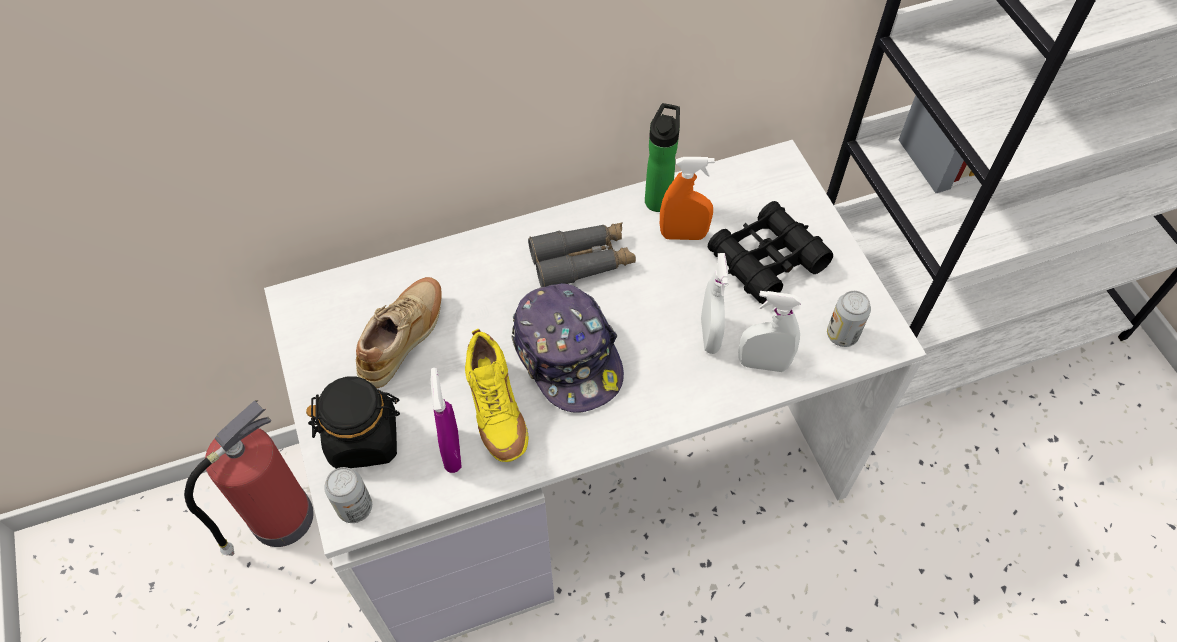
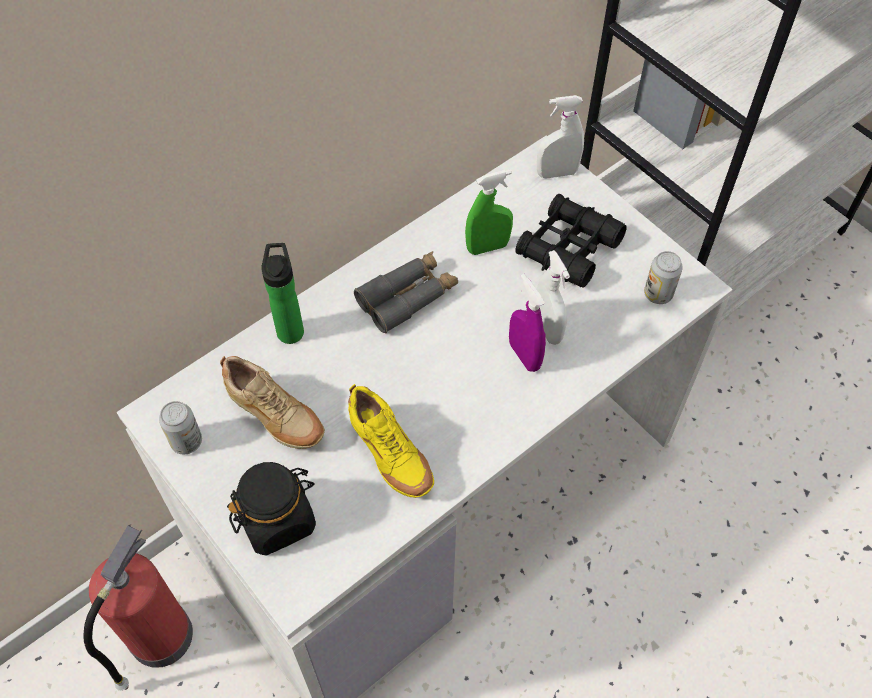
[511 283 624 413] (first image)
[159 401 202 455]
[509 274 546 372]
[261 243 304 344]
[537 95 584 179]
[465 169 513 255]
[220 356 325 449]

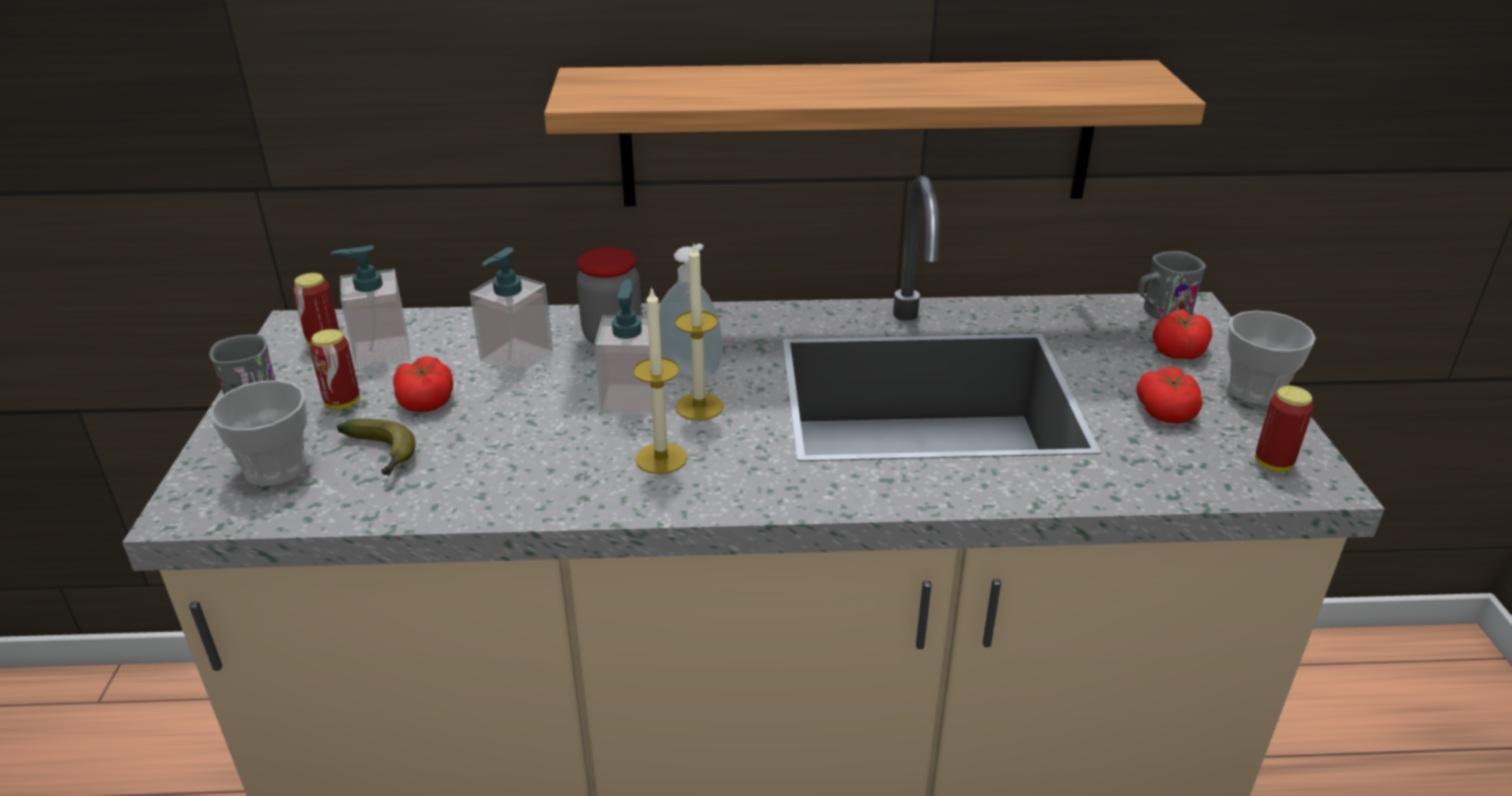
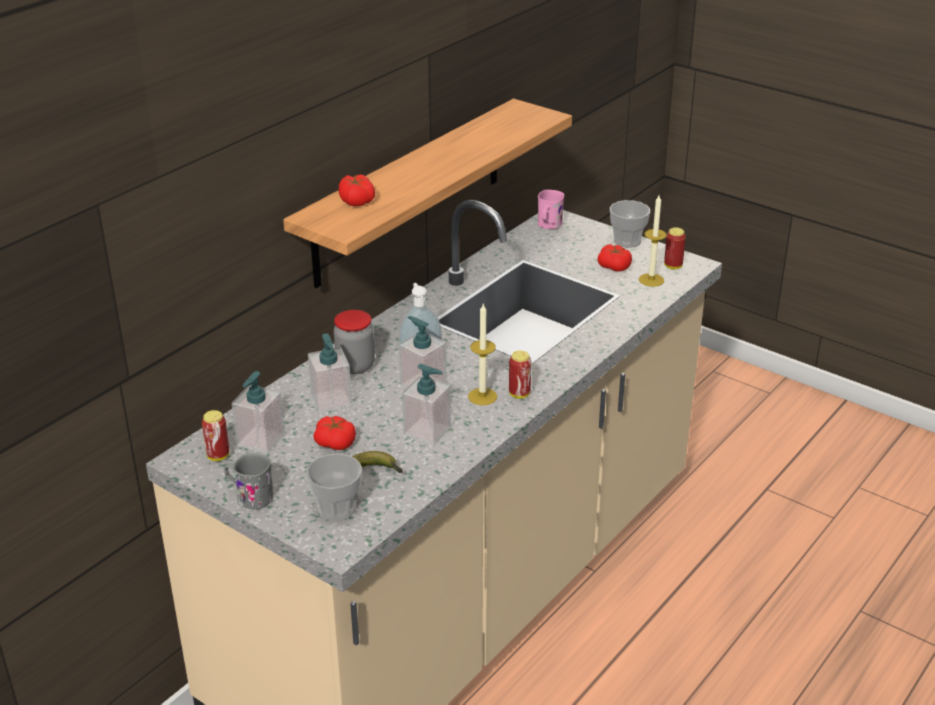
[402 364 451 445]
[509 351 531 399]
[639 195 667 287]
[339 174 375 206]
[538 190 564 229]

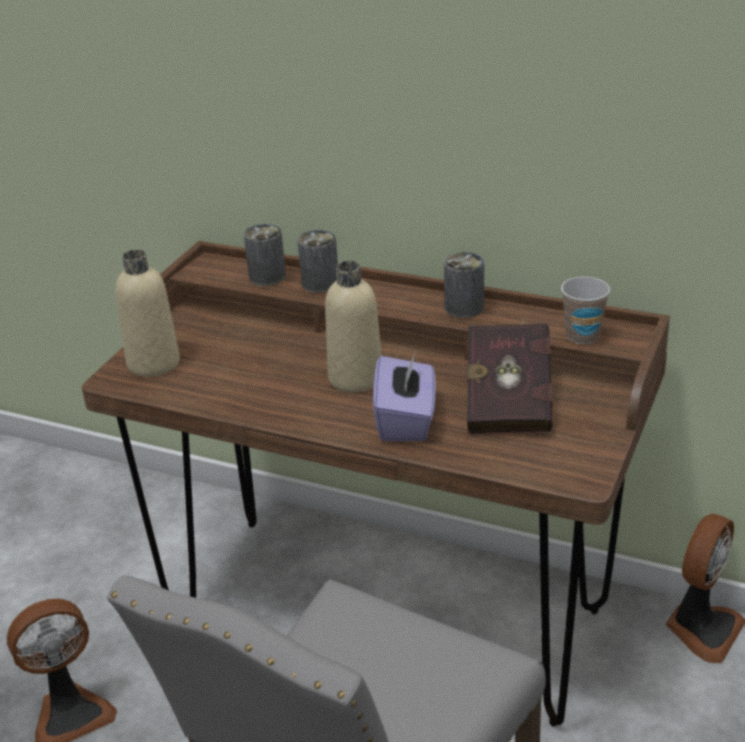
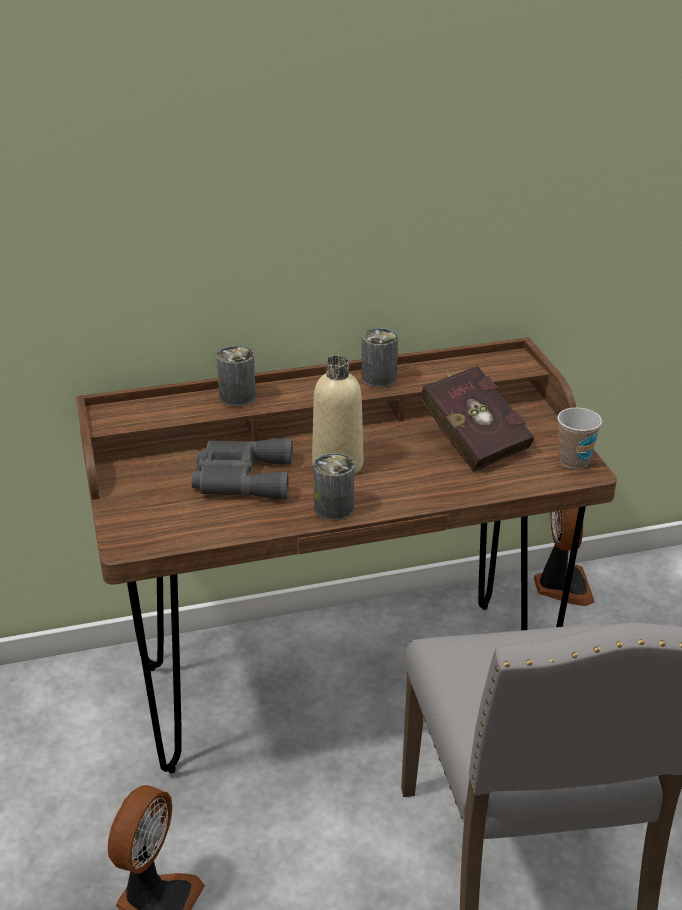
[116 249 180 377] (first image)
[373 353 436 441] (first image)
[192 438 293 499]
[313 453 354 521]
[557 408 602 469]

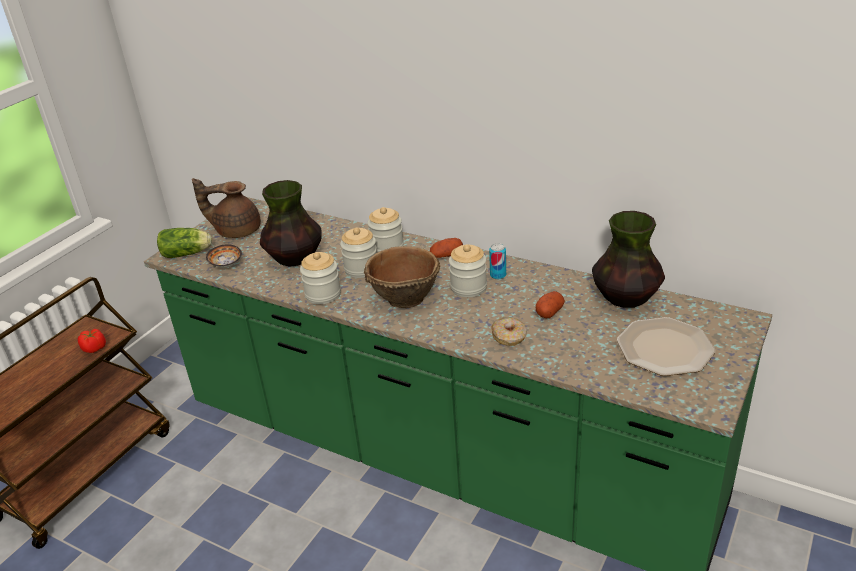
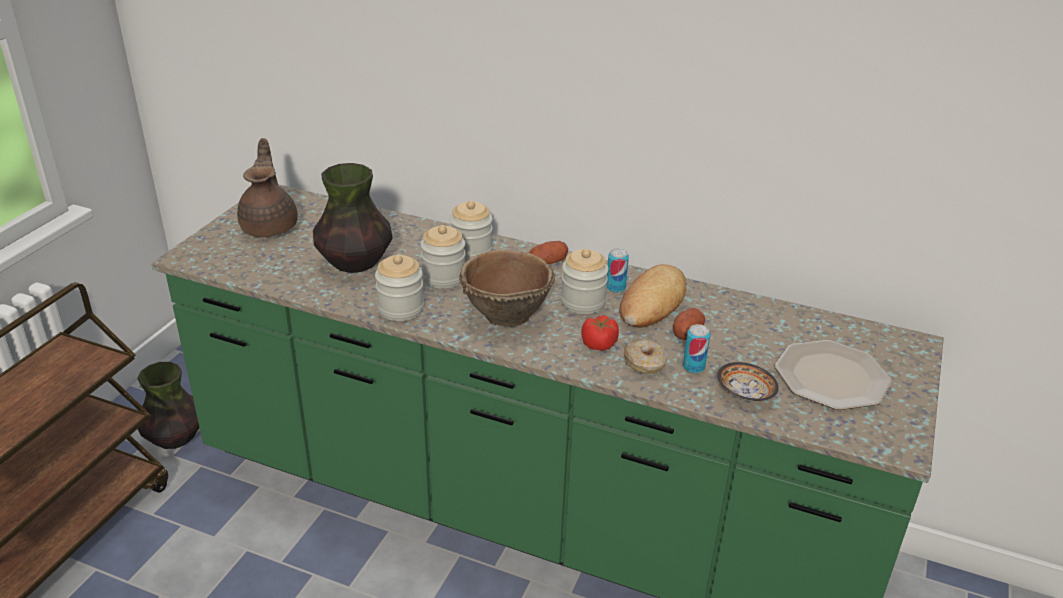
[157 228 212 258] (first image)
[619 264 686 328]
[683 324 710 373]
[581 315 619 351]
[717 362 779 401]
[137 362 199 449]
[237 138 298 237]

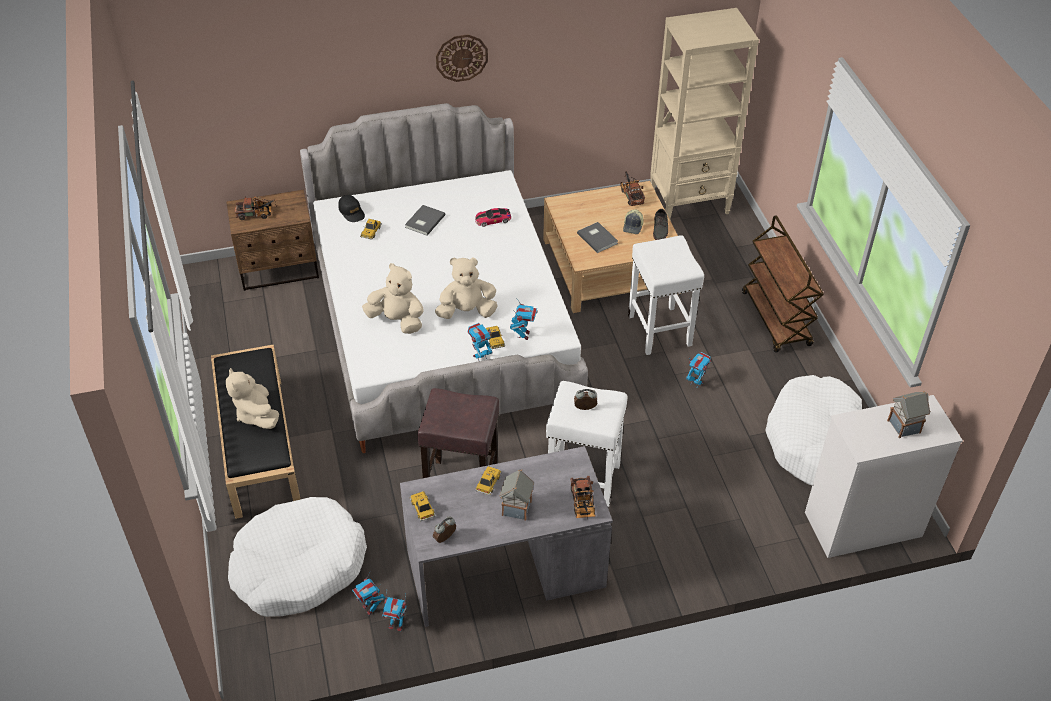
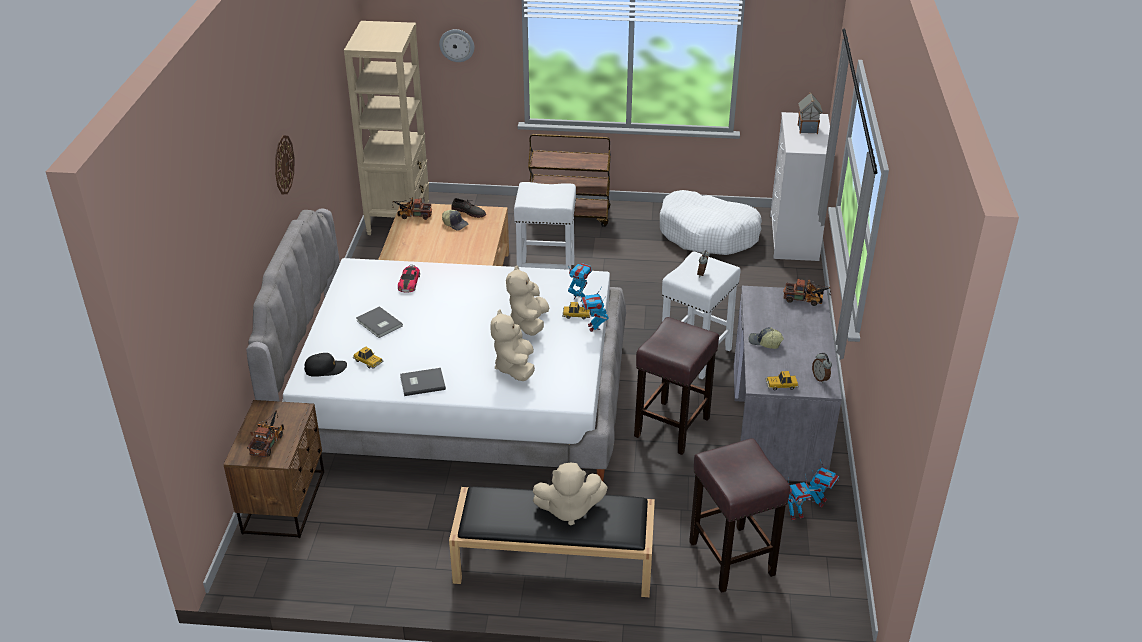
[499 470 534 521] (first image)
[686 352 711 388] (first image)
[439 29 474 62]
[400 368 446 396]
[689 438 790 593]
[748 327 784 349]
[490 310 535 381]

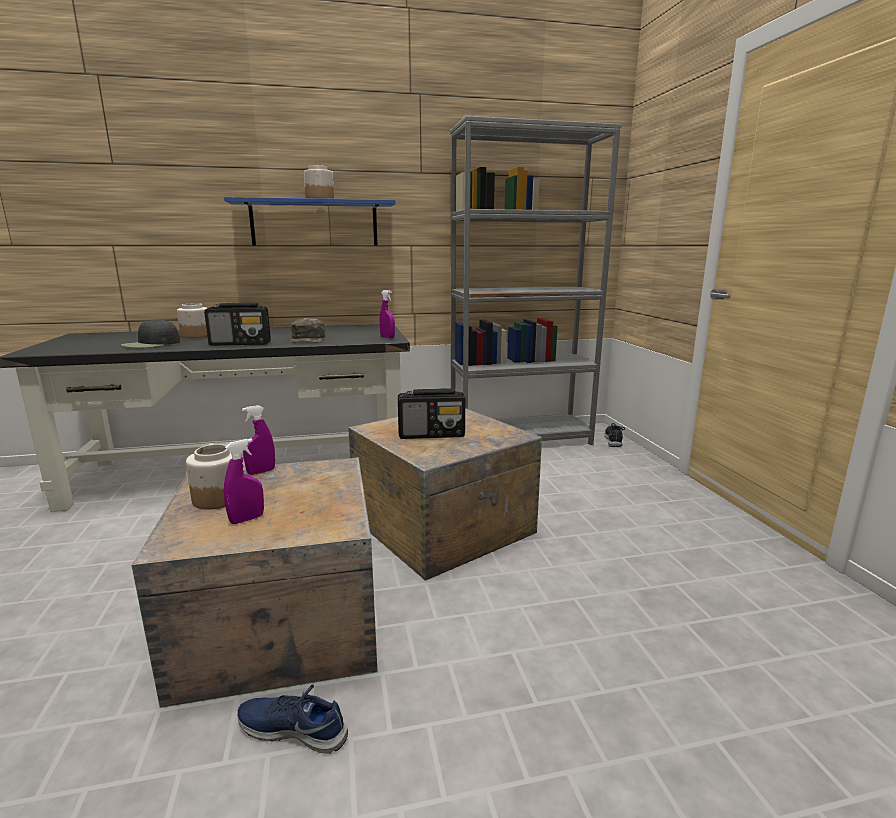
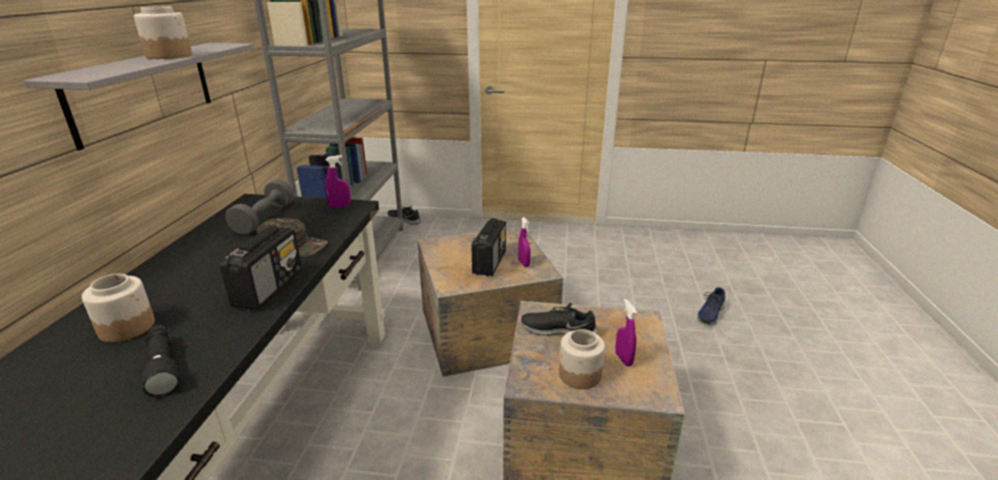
[225 179 294 235]
[521 303 598 336]
[697 287 725 325]
[518 217 531 267]
[142 324 180 398]
[24 43 254 150]

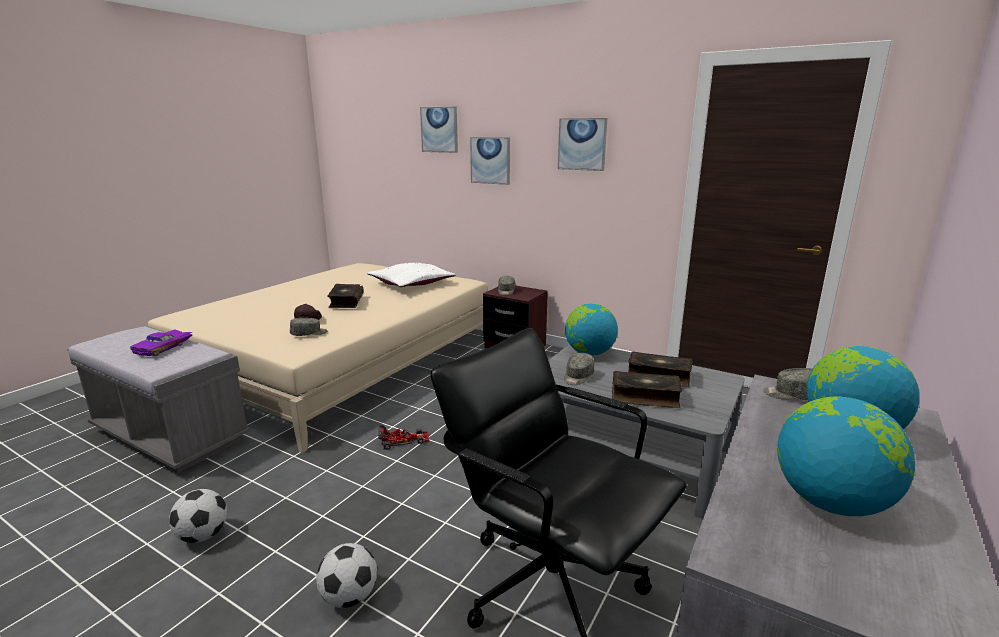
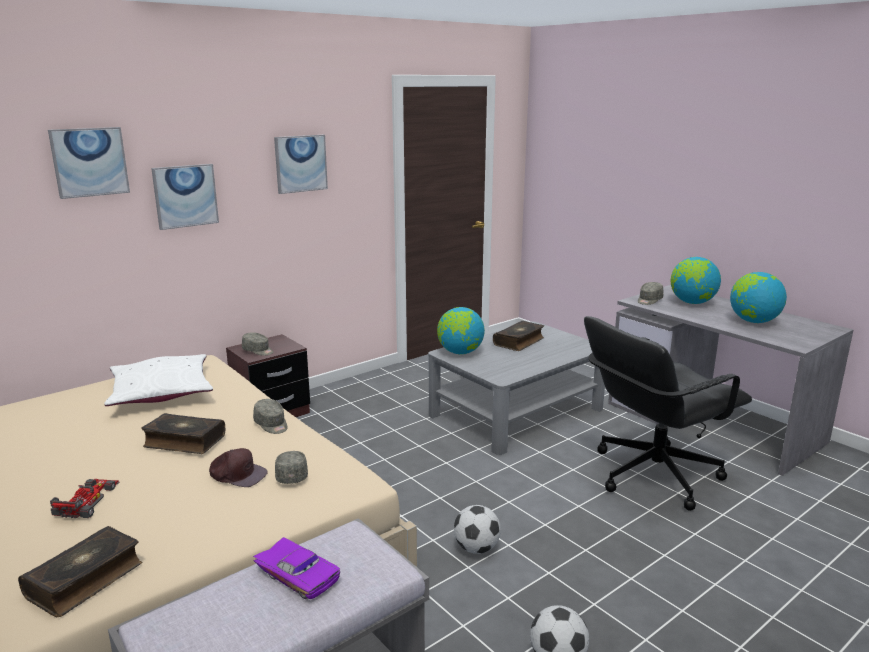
[454 505 501 554]
[50 479 119 519]
[253 399 288 434]
[18 526 142 617]

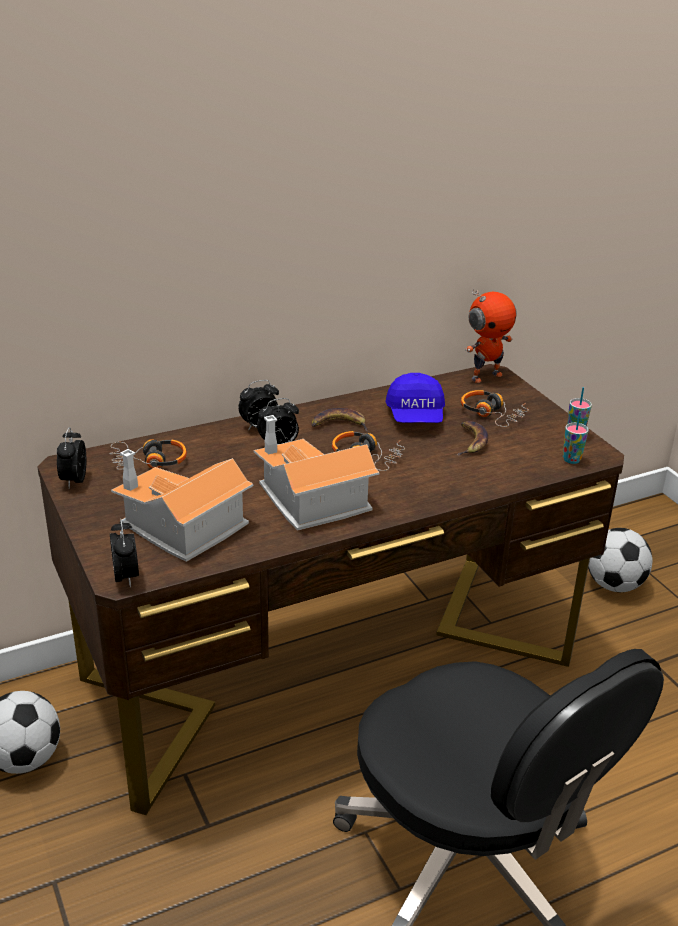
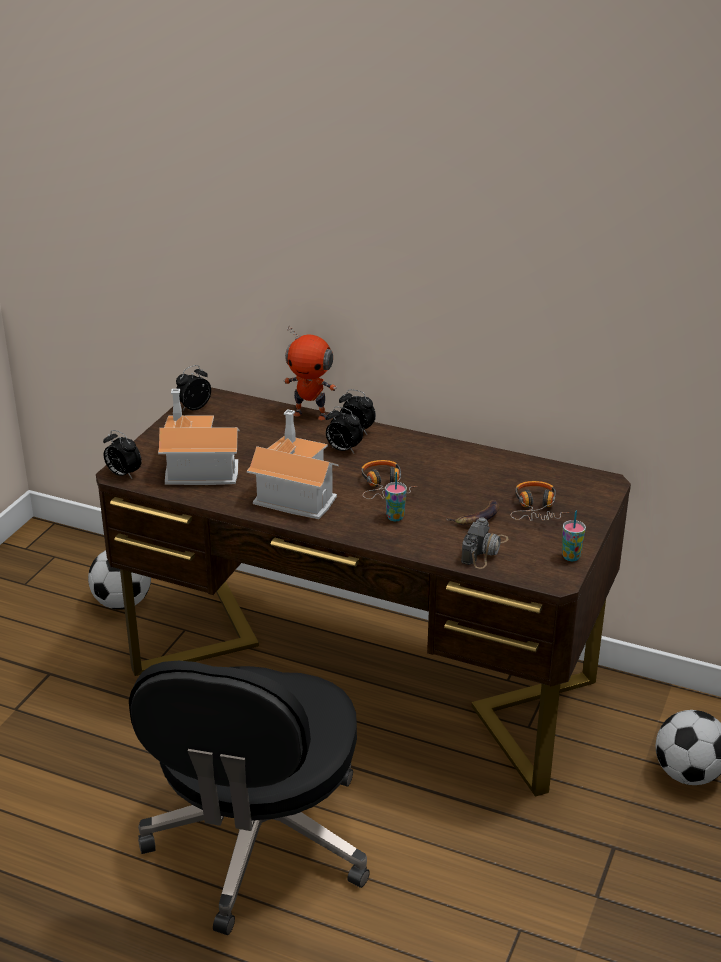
[109 439 187 470] (first image)
[312 408 368 432] (first image)
[385 373 445 423] (first image)
[461 517 509 569]
[284 325 337 420]
[385 472 407 521]
[103 430 142 479]

